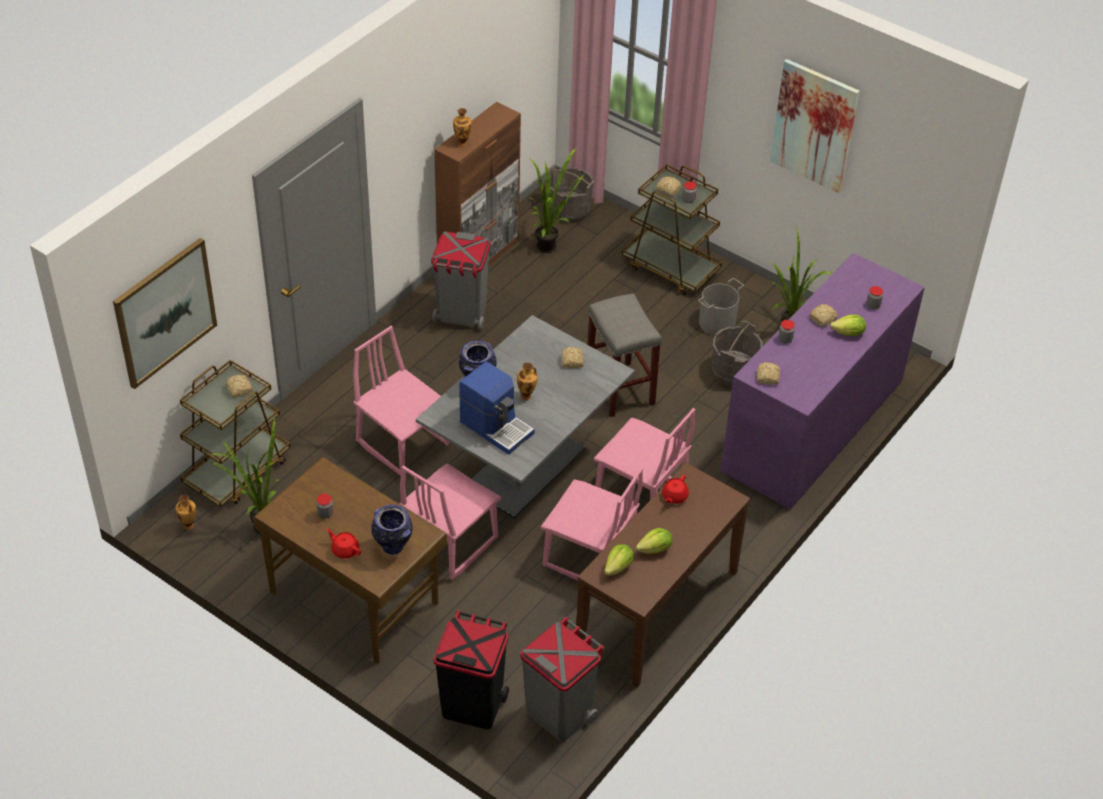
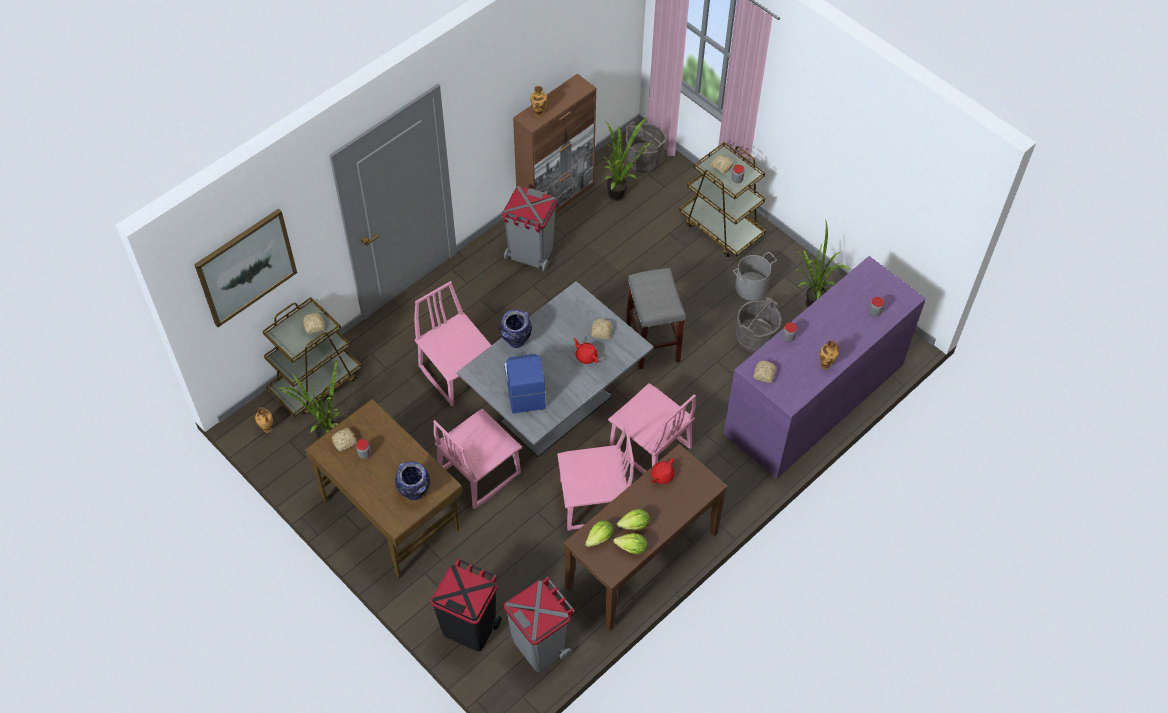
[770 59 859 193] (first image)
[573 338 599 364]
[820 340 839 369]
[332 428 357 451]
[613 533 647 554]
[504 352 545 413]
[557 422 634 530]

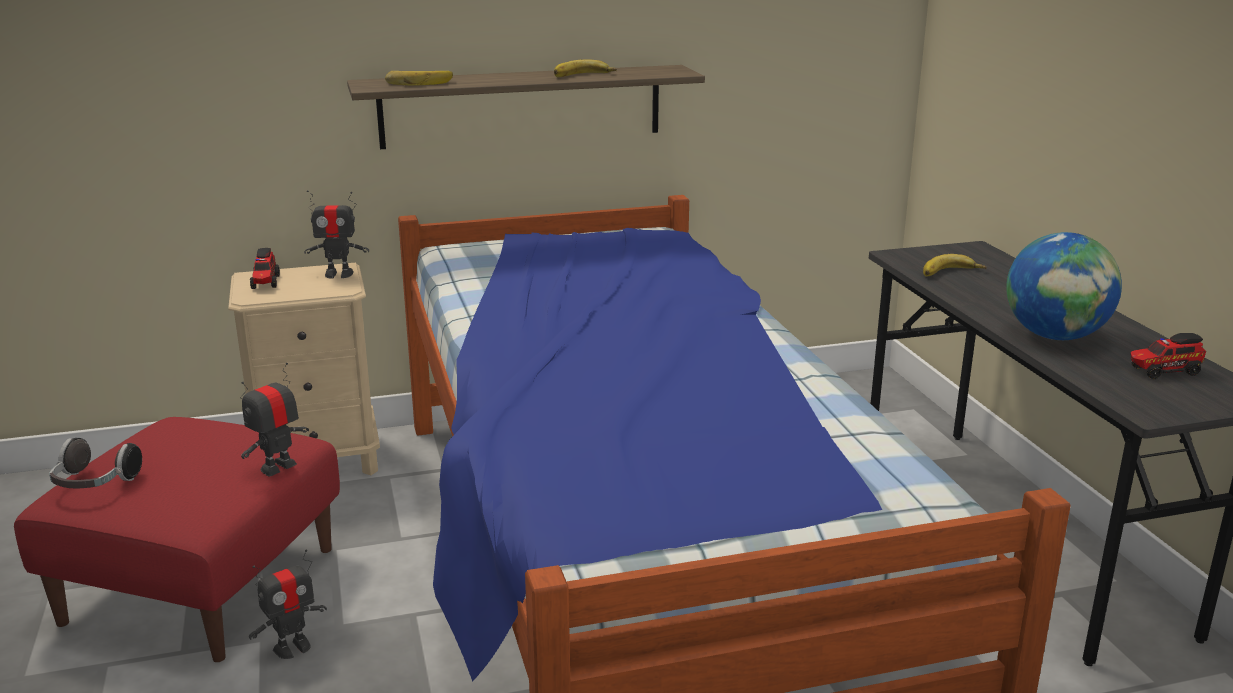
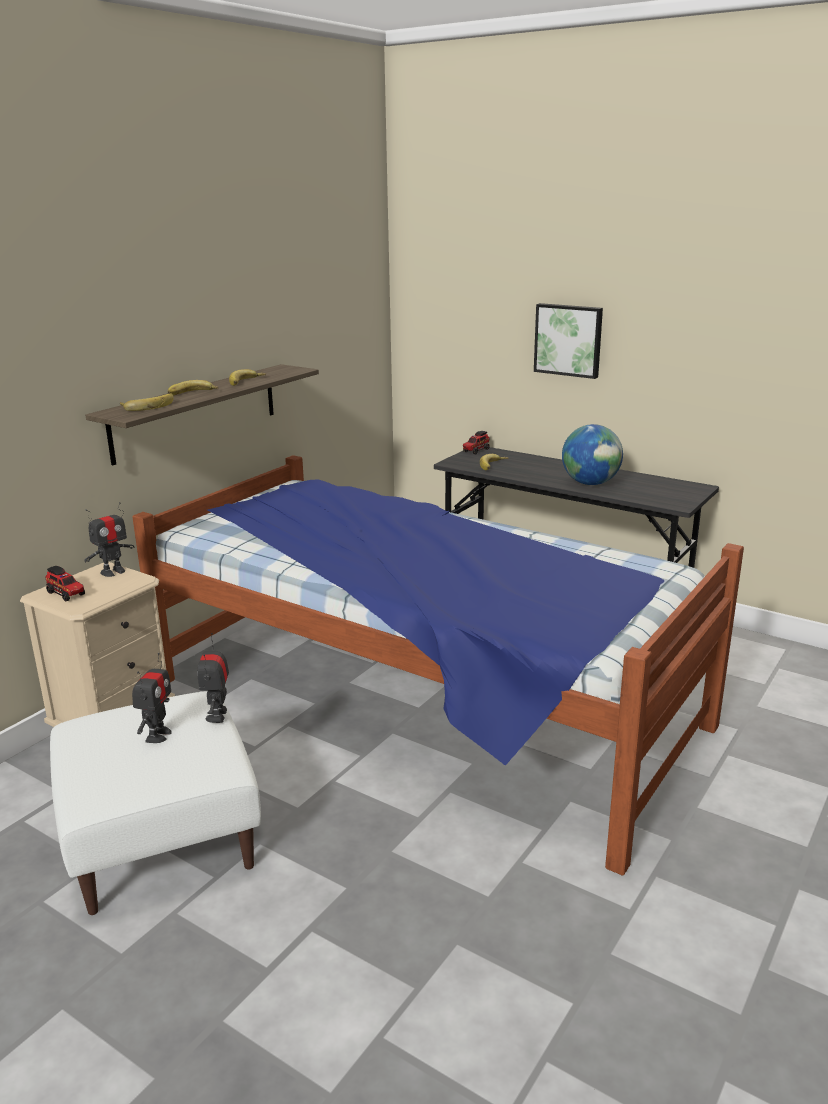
[49 438 142 488] (first image)
[168 380 218 396]
[534 303 603 379]
[132 653 172 743]
[463 431 490 454]
[50 691 261 915]

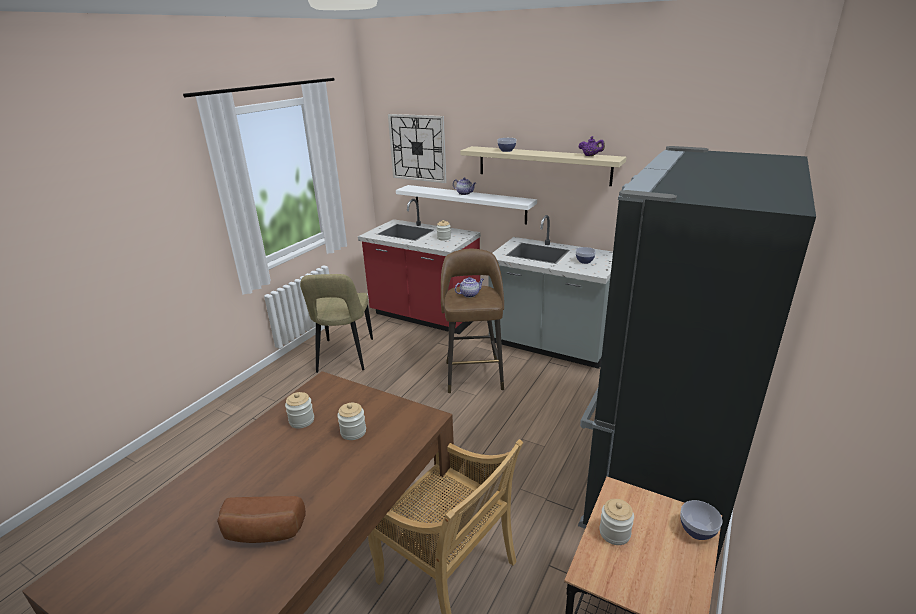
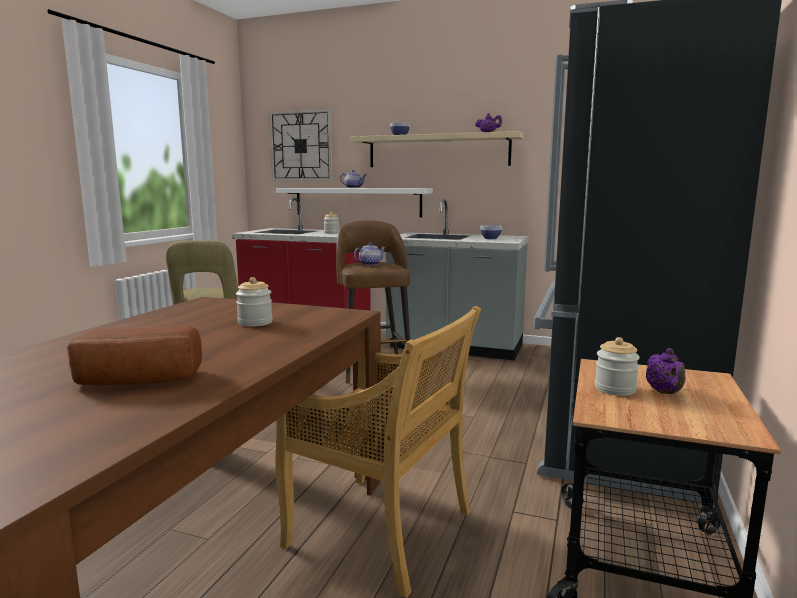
[285 392 314 428] (first image)
[680 500 722 540] (first image)
[646 348 686 394]

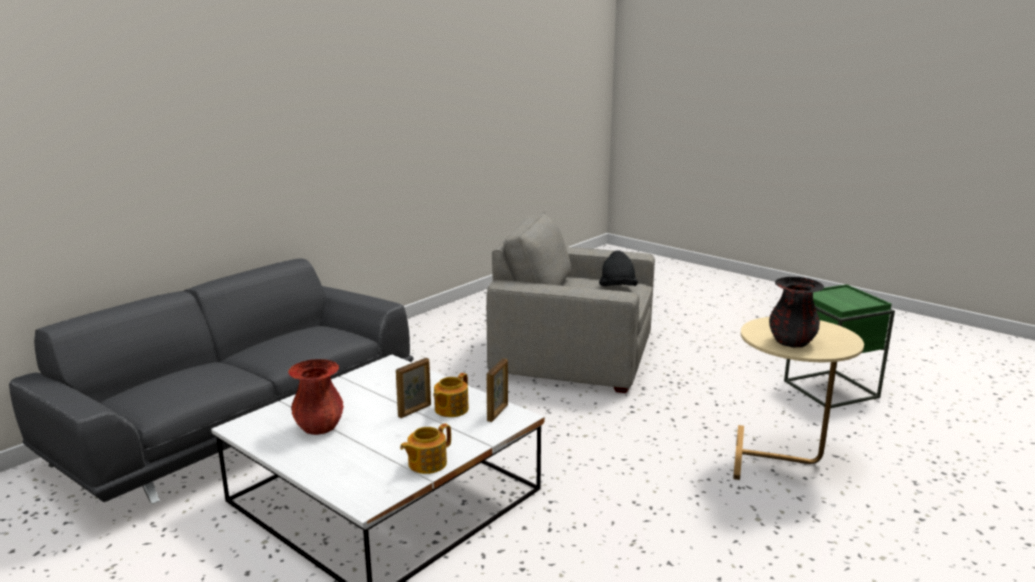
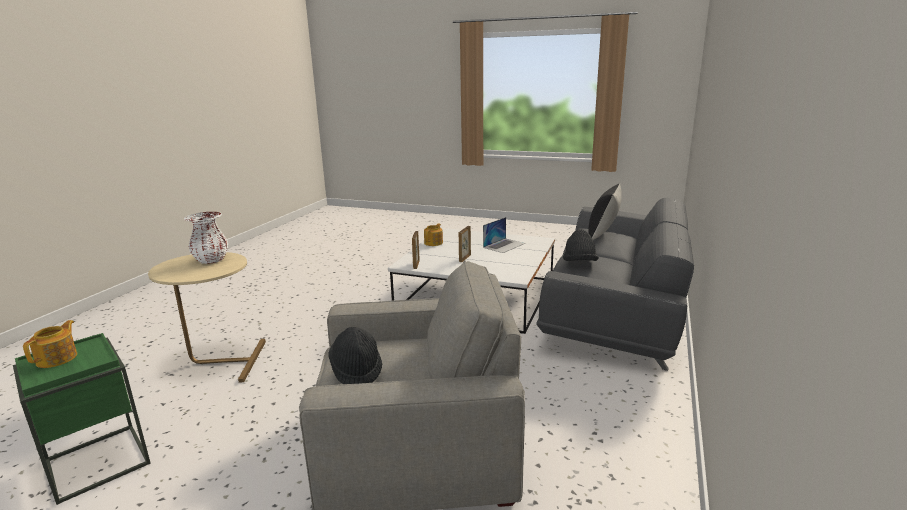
[563 229 599 261]
[589 183 622 240]
[23 320 77 368]
[483 217 525 253]
[184 212 228 264]

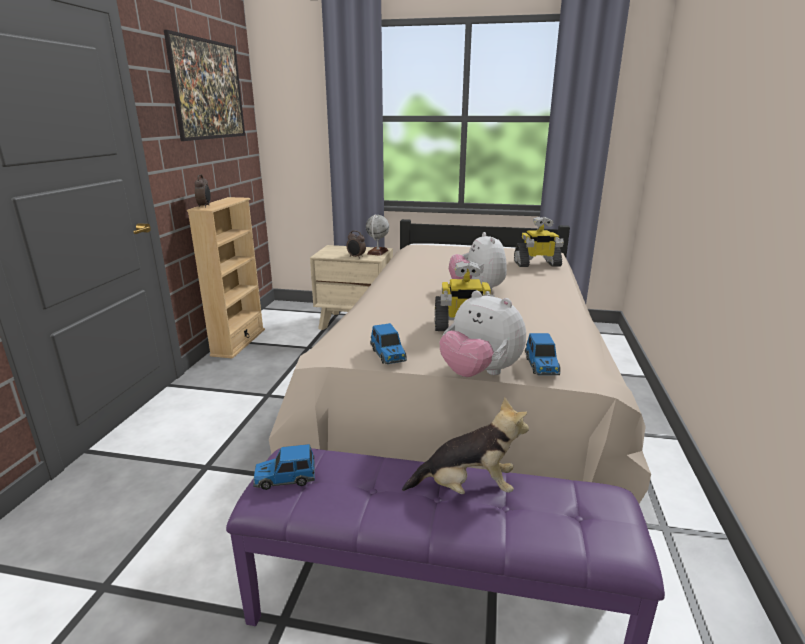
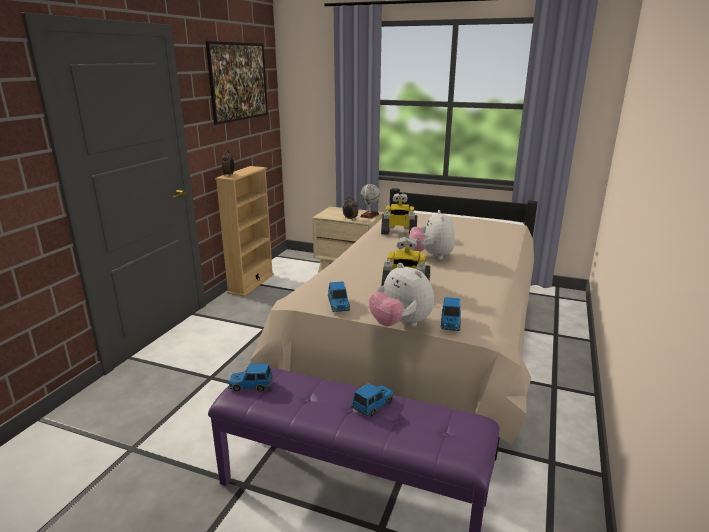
[381 193 417 234]
[351 383 394 417]

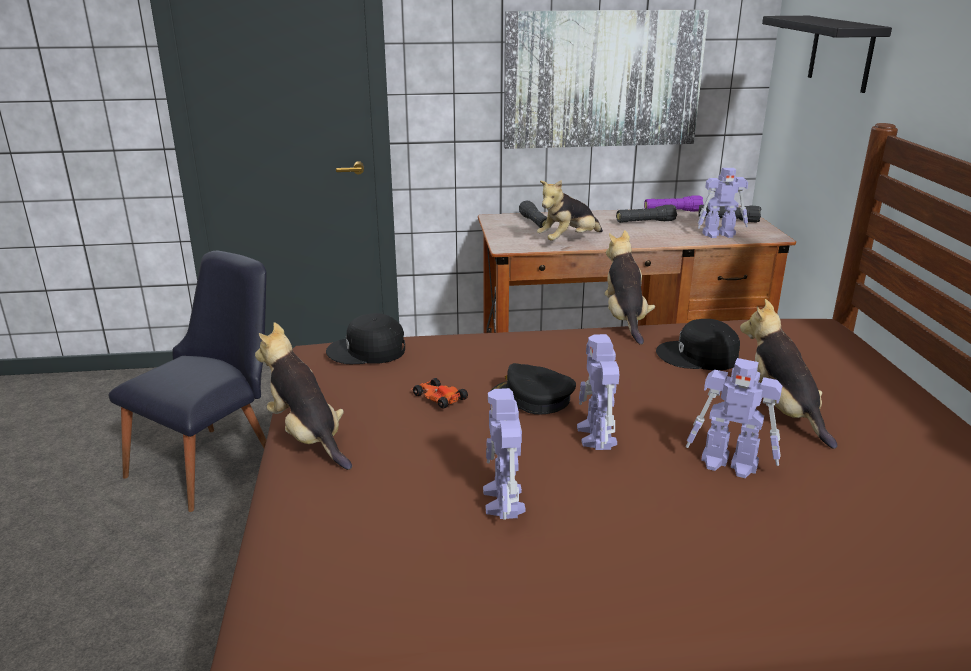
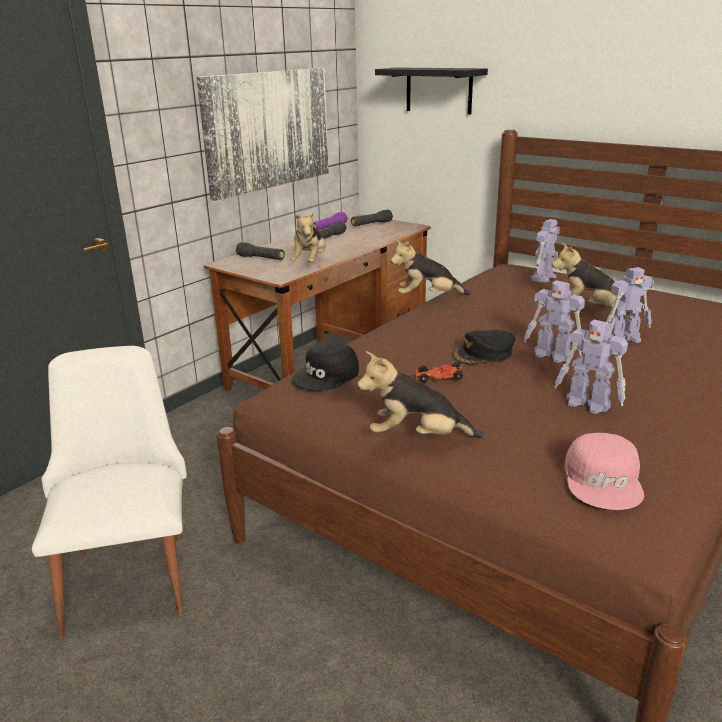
[656 319 740 370] (first image)
[564 433 644 510]
[531 219 560 282]
[32 346 187 638]
[391 239 470 295]

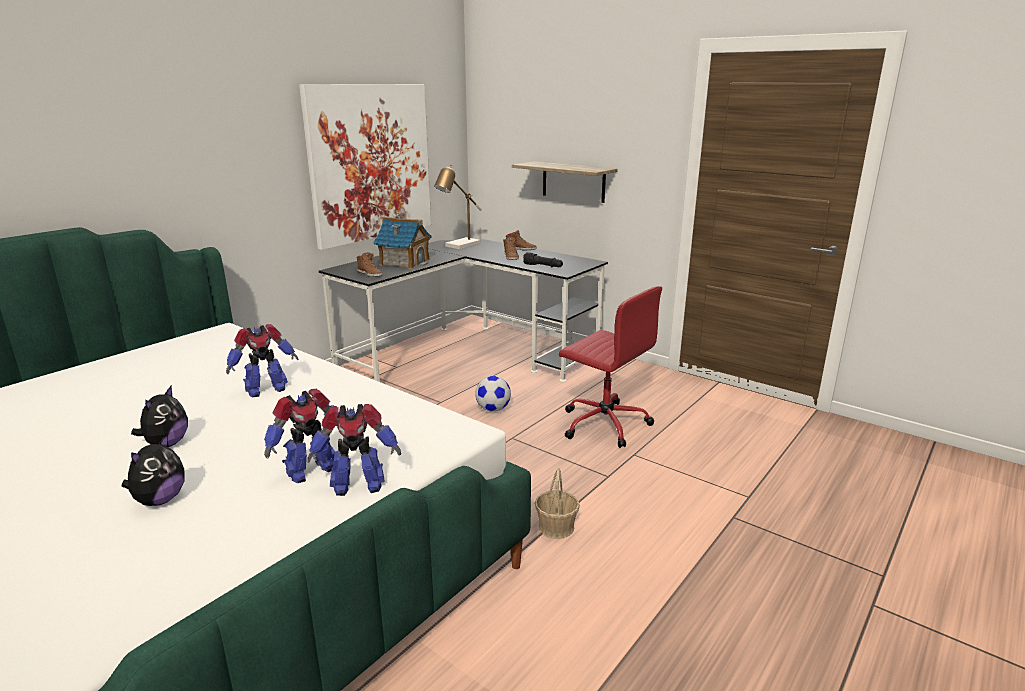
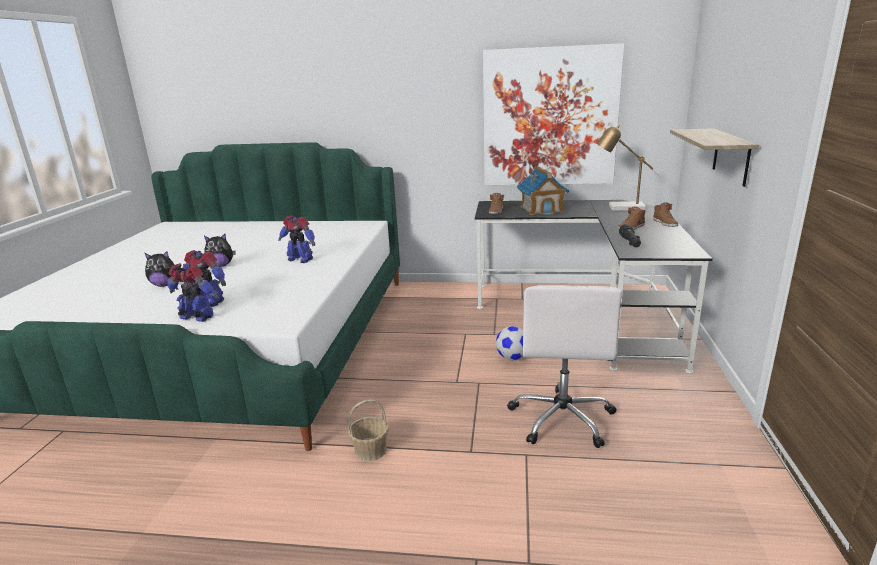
[507 285 622 448]
[167 263 219 322]

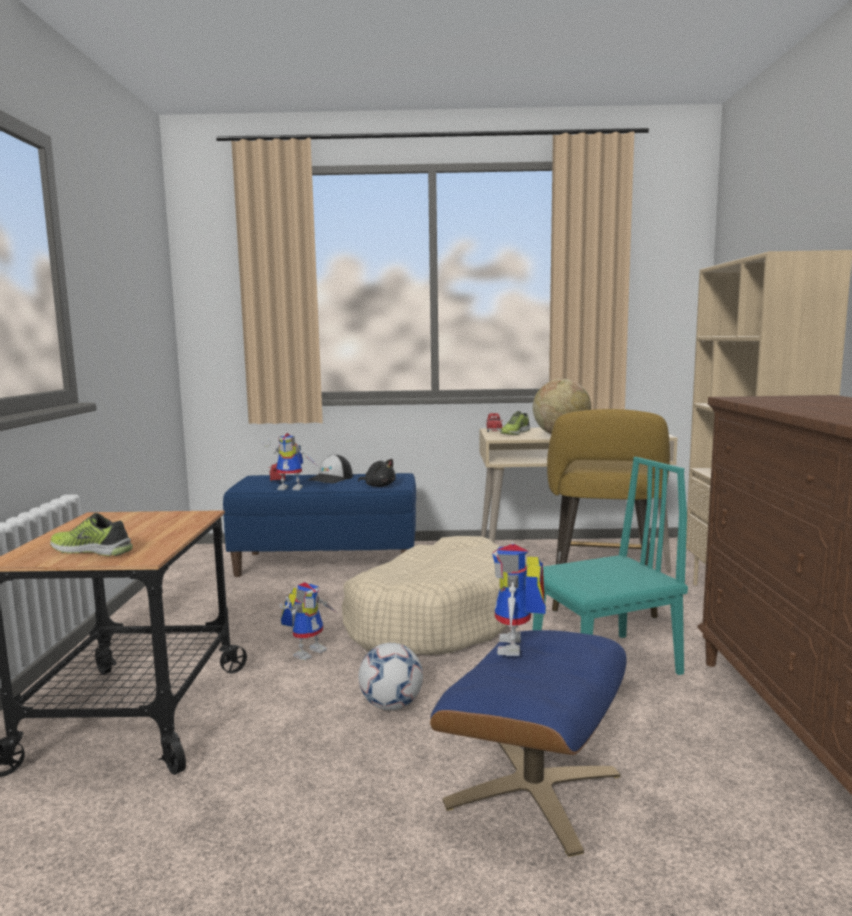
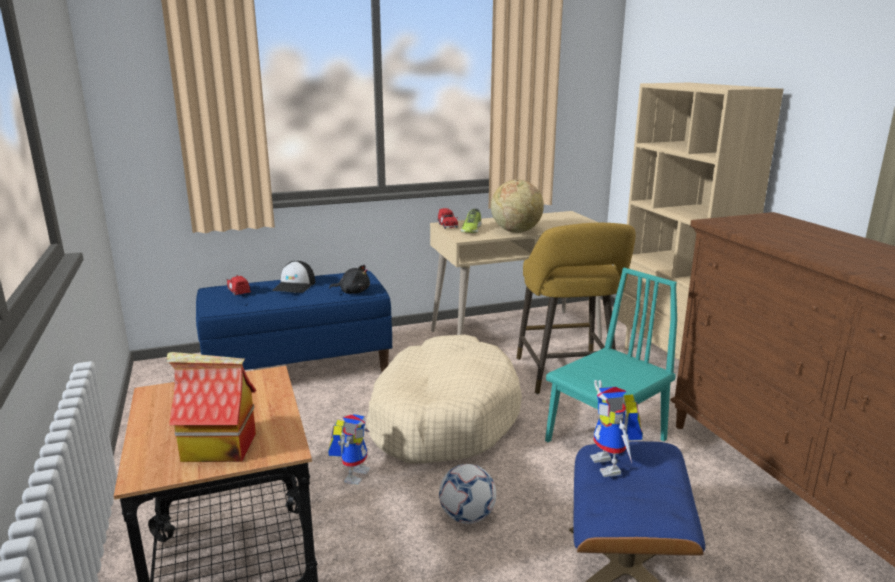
[262 433 319 490] (first image)
[166 352 256 462]

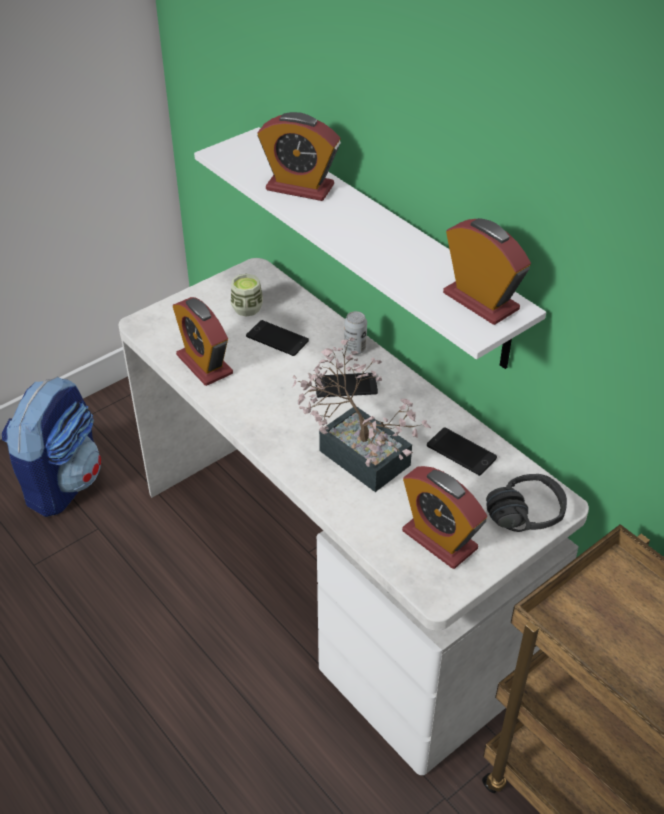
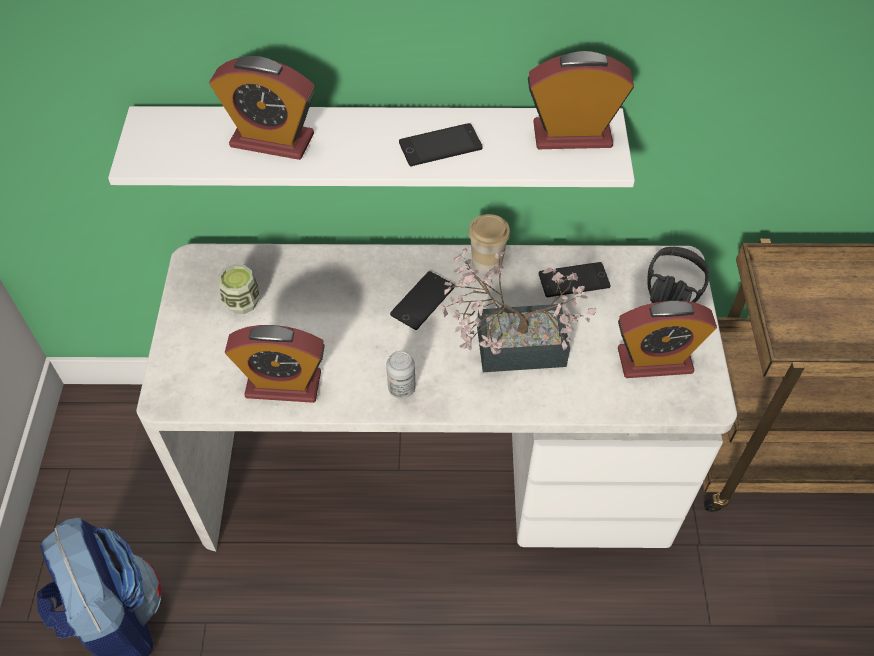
[468 214 510 274]
[399 123 483 166]
[386 351 415 399]
[209 56 315 160]

